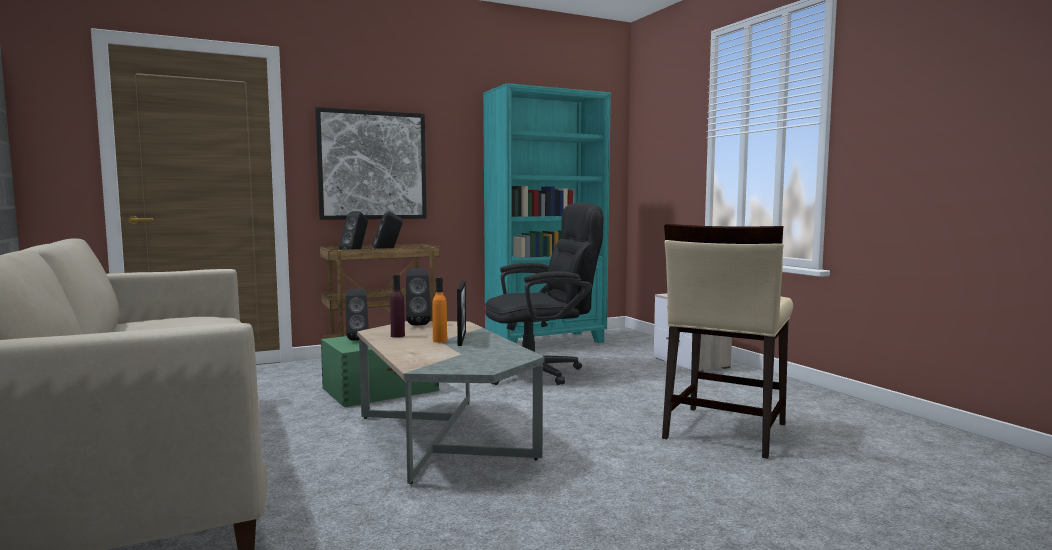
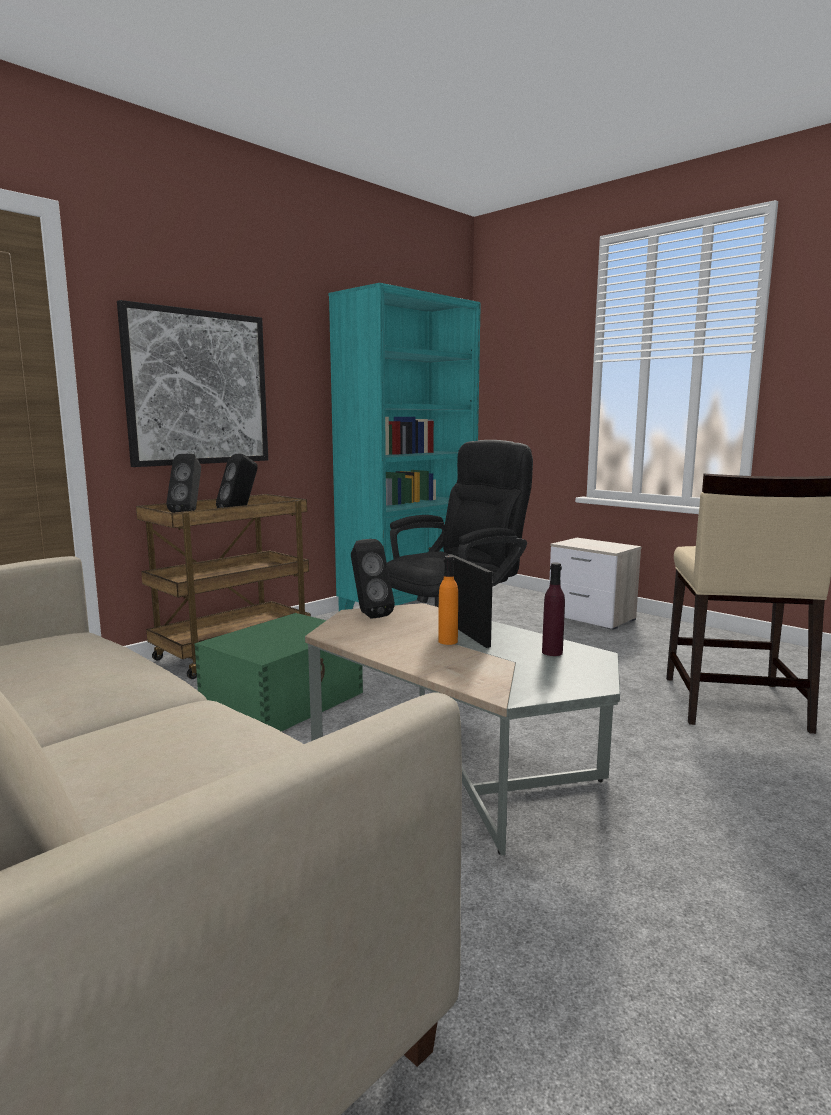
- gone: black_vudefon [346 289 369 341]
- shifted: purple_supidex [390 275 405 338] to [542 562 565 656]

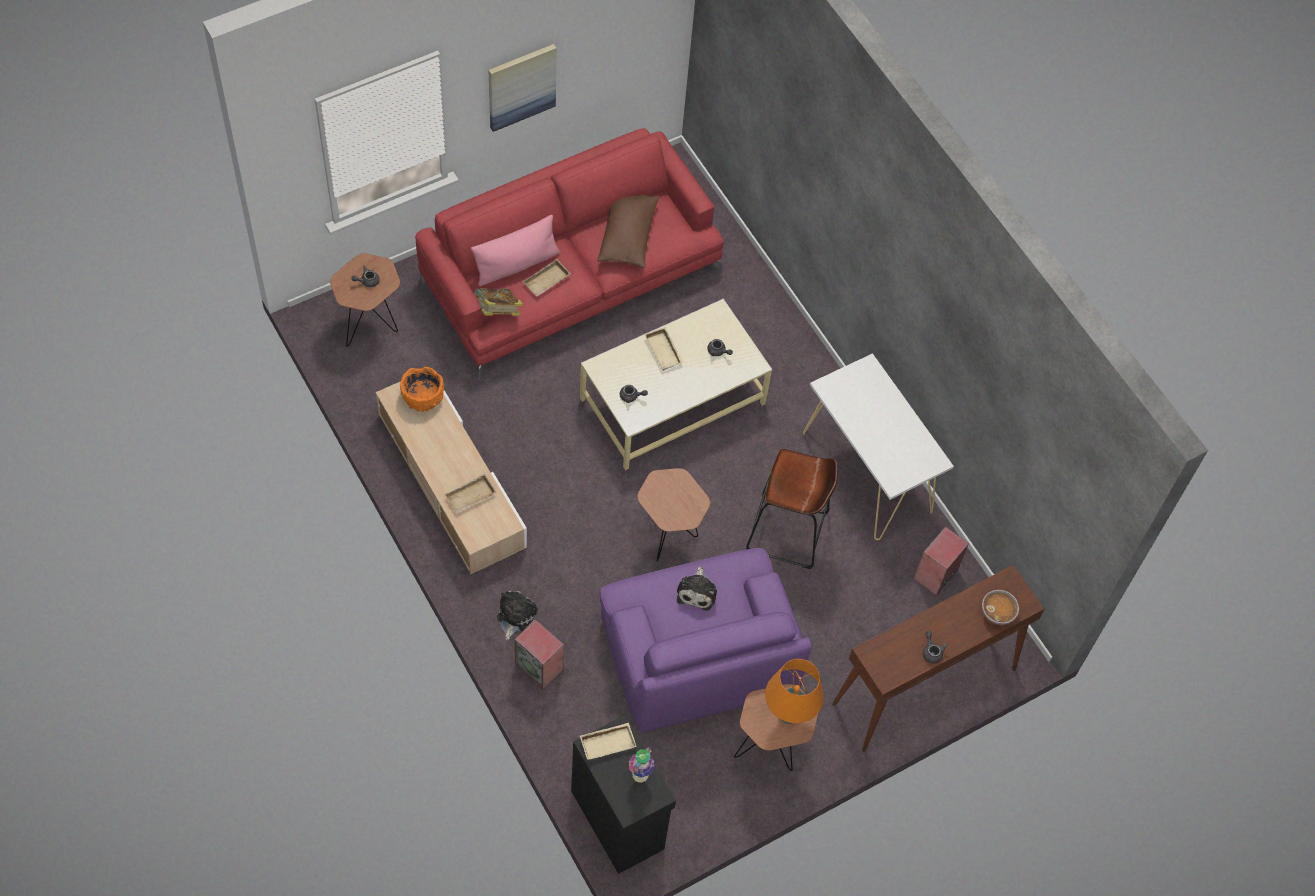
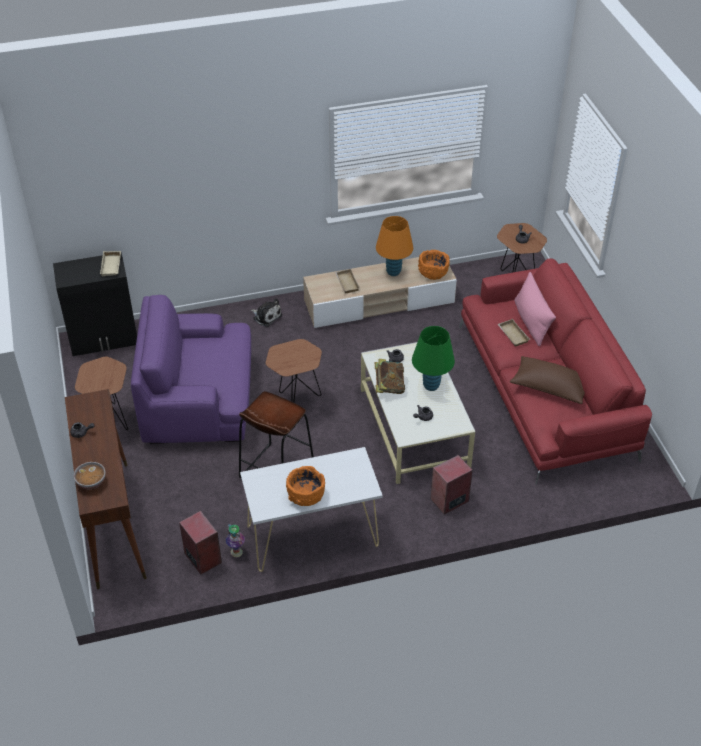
- gone: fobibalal [489 44 557 132]
- gone: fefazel [677 566 717 611]
- new: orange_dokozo [286 466 325 506]
- shifted: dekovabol [474 288 523 316] to [375 359 405 394]
- shifted: vudefon [514 619 564 689] to [431 455 473 514]
- shifted: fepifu [629 747 655 783] to [226 524 245 557]
- shifted: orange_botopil [765 659 824 724] to [376 216 413 276]
- swapped: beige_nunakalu [644 327 683 371] to green_botopil [412 326 455 391]

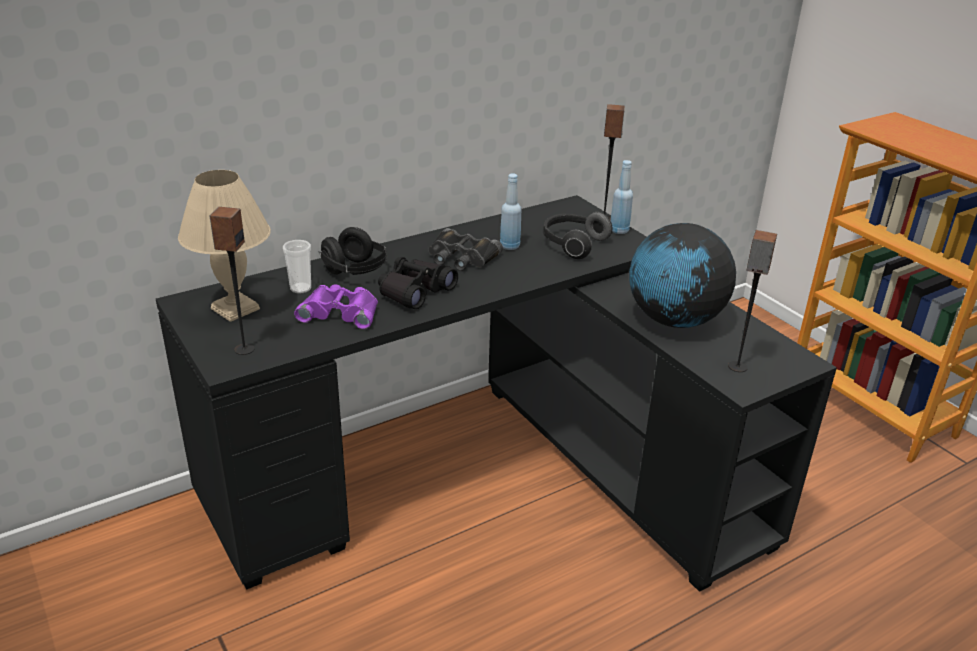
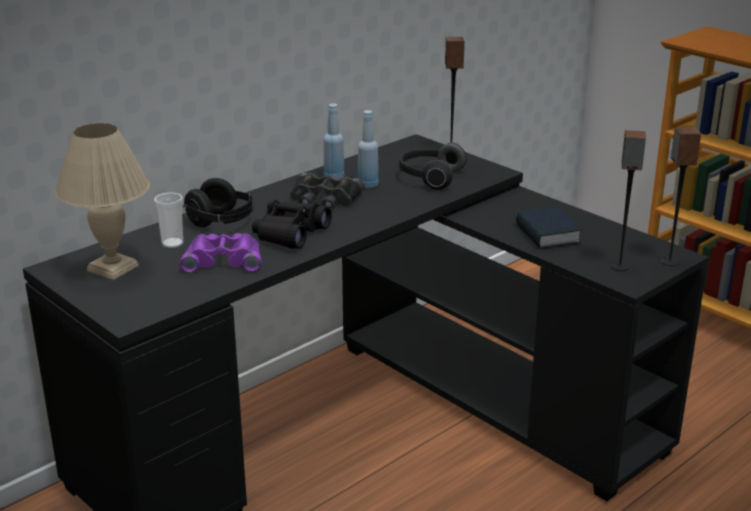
- shifted: vudefon [209 207 255 355] to [661 127 701 266]
- shifted: blue_supidex [611 160 633 234] to [324 103 344 180]
- swapped: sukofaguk [629 223 736 328] to dekovabol [516 207 582 249]

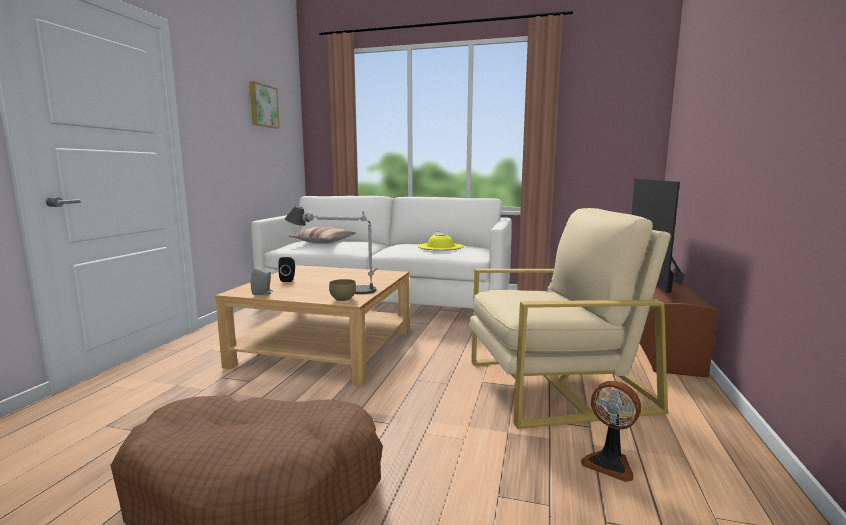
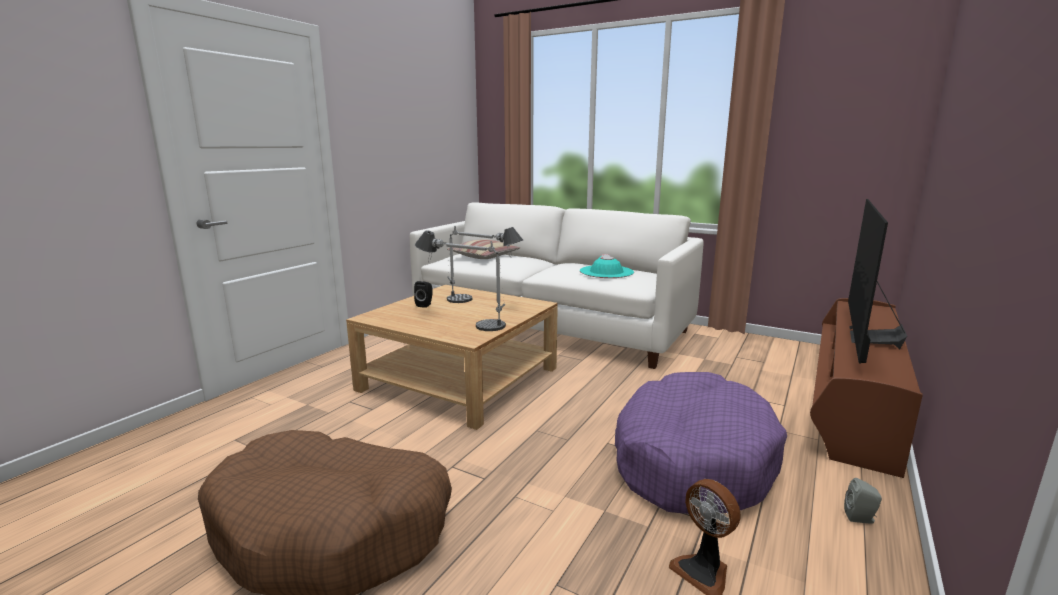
- gone: fobibalal [250 81 280 128]
- gone: brown_dokozo [329 279 356 301]
- new: botopil [447 226 523 303]
- shifted: grey_vudefon [250 266 272 295] to [844 478 882 524]
- swapped: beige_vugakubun [469 208 671 429] to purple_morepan [615 372 787 514]
- repainted: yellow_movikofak [417 232 464 251] to turquoise_movikofak [580 254 634 278]

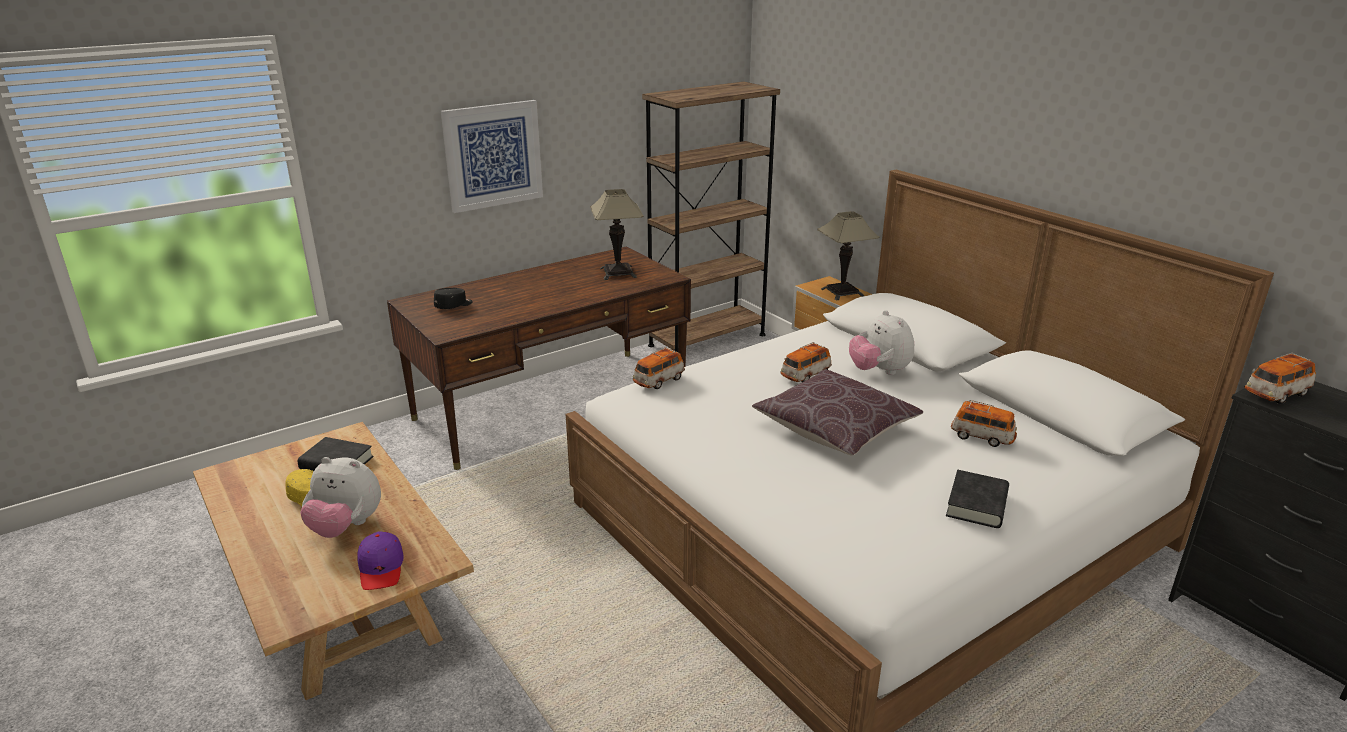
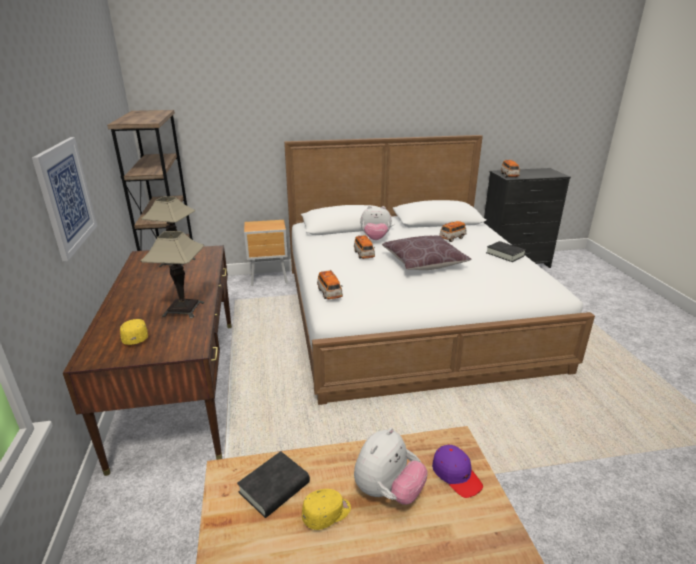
- shifted: botopil [817 211 879 301] to [141 231 204 318]
- repainted: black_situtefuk [434 288 472 309] to yellow_situtefuk [120 319 148 345]
- rotated: purple_situtefuk [357 531 403 590] = [432 444 483 498] 45 degrees clockwise

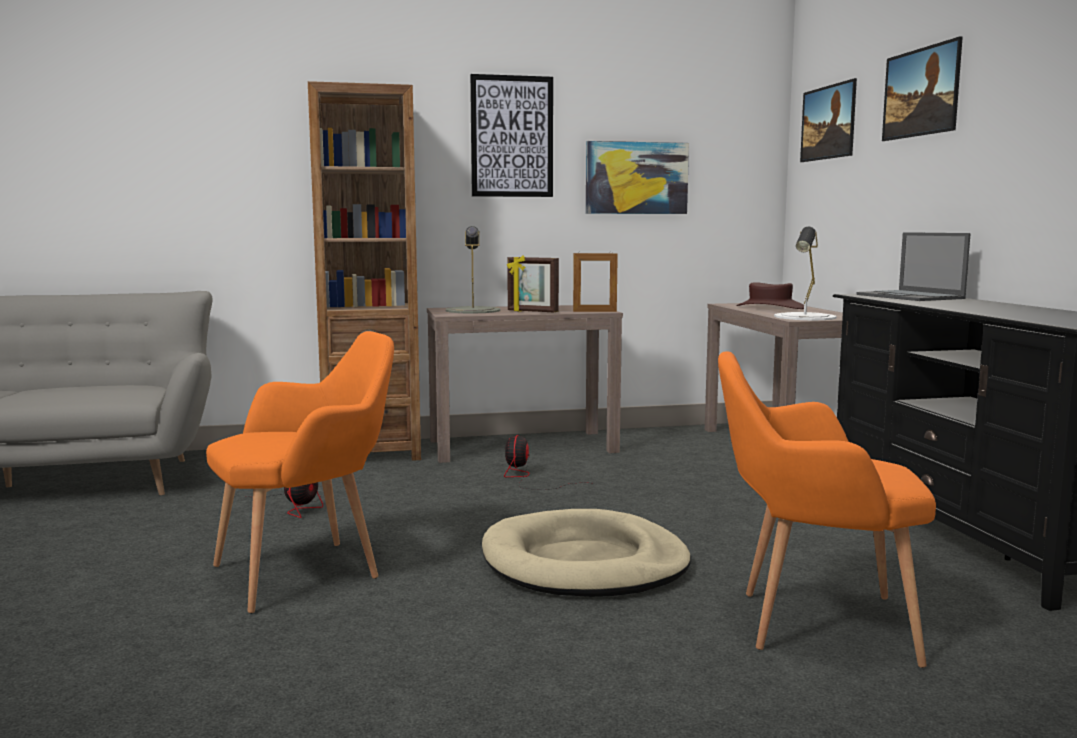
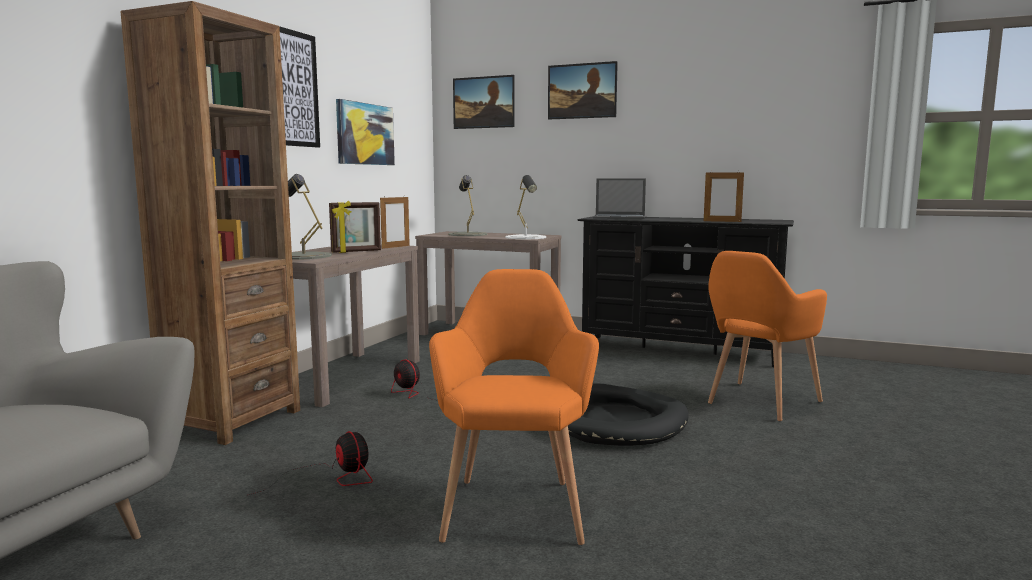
- new: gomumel [704 171 744 222]
- swapped: brown_movikofak [736 282 804 309] to grey_botopil [448 175 487 236]
- repainted: beige_morepan [482 509 691 597] to black_morepan [568 383 689 446]

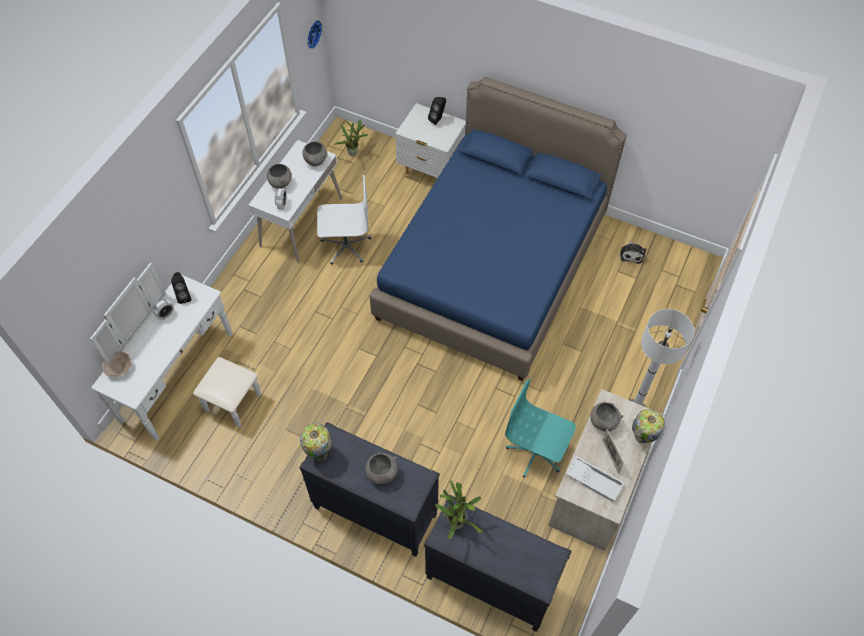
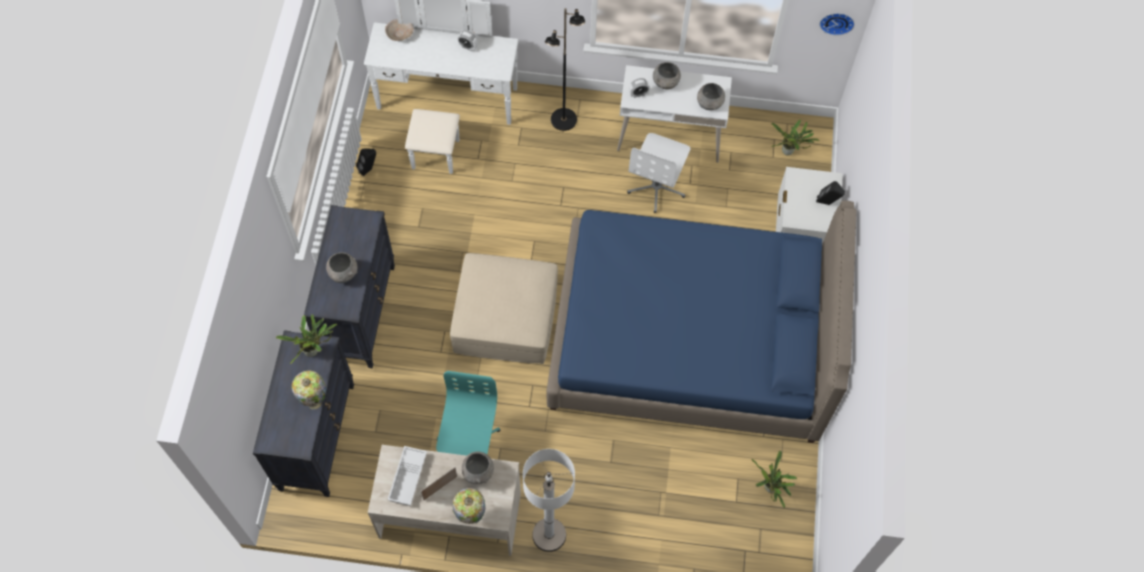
- new: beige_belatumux [450 253 558 364]
- new: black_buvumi [545 8 585 131]
- shifted: black_vudefon [171 272 191 304] to [356 149 376 176]
- shifted: botopil [300 423 332 461] to [292 371 327 410]
- swapped: fefazel [620 240 646 264] to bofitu [751 450 797 508]
- rotated: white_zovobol [317 175 371 264] = [627 133 691 213] 45 degrees clockwise

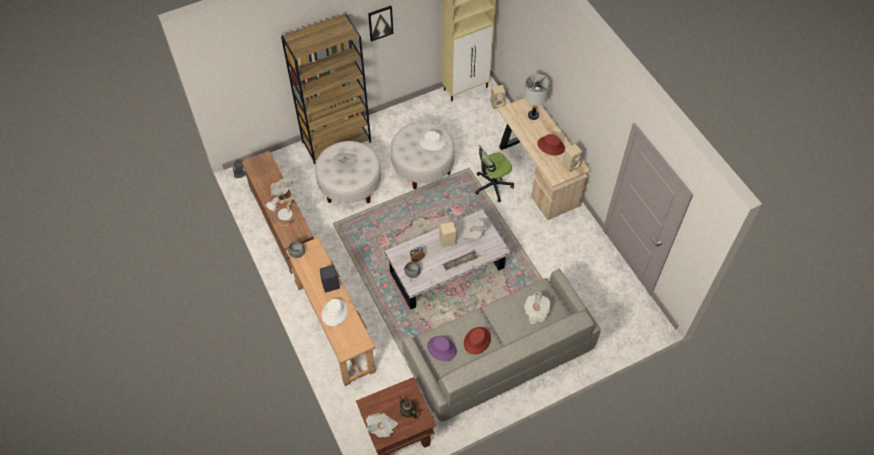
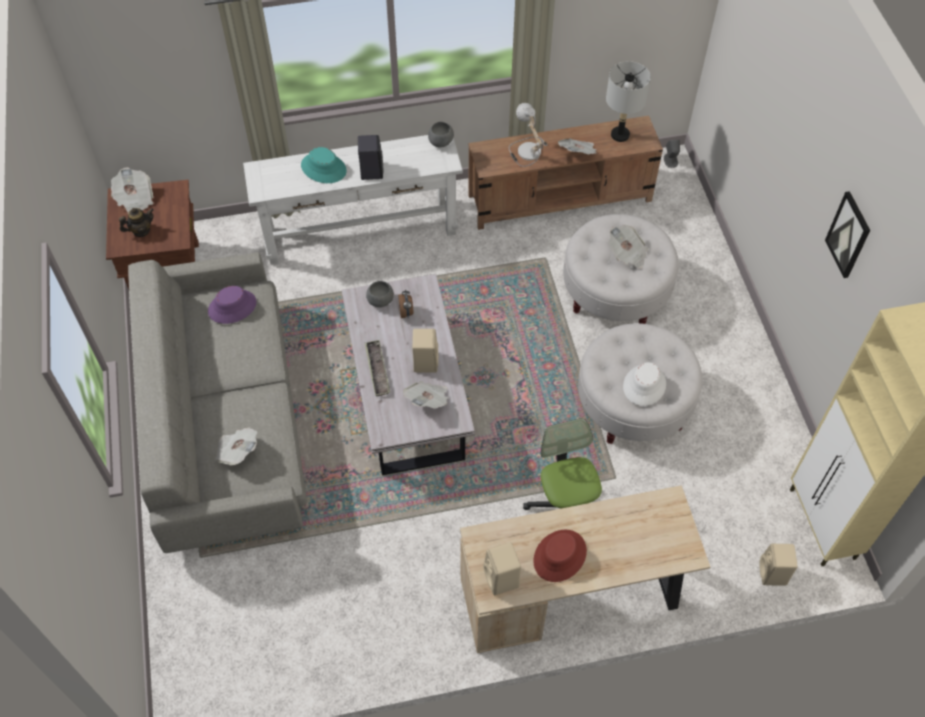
- gone: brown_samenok [281 14 371 164]
- gone: red_movikofak [464 327 491 355]
- shifted: grey_botopil [524 74 550 120] to [606 61 651 142]
- repainted: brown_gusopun [286 237 376 386] to white_gusopun [243 135 463 265]
- repainted: white_movikofak [322 298 348 326] to turquoise_movikofak [301 147 347 183]

